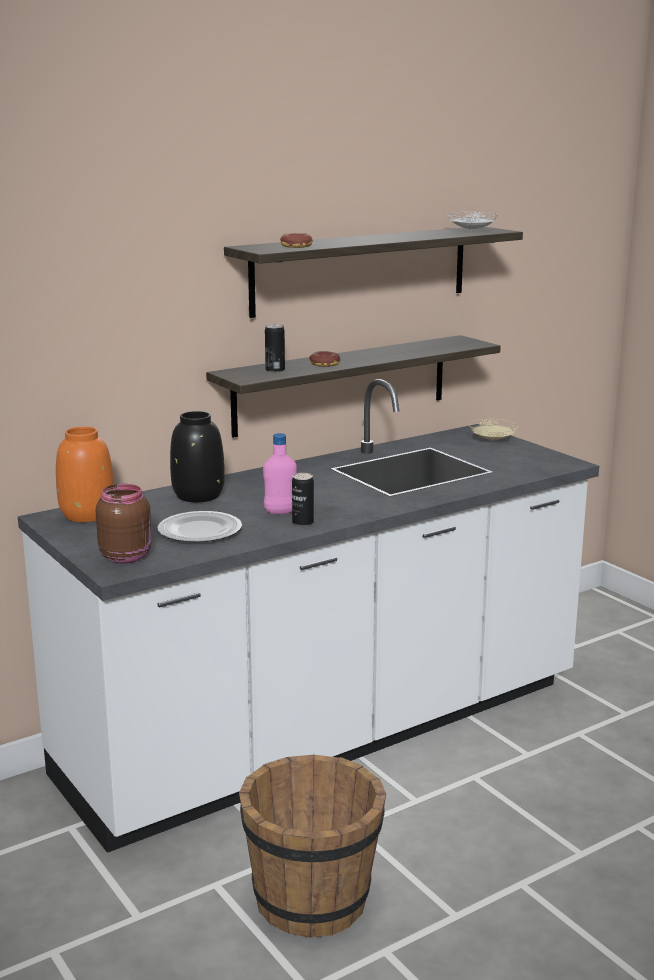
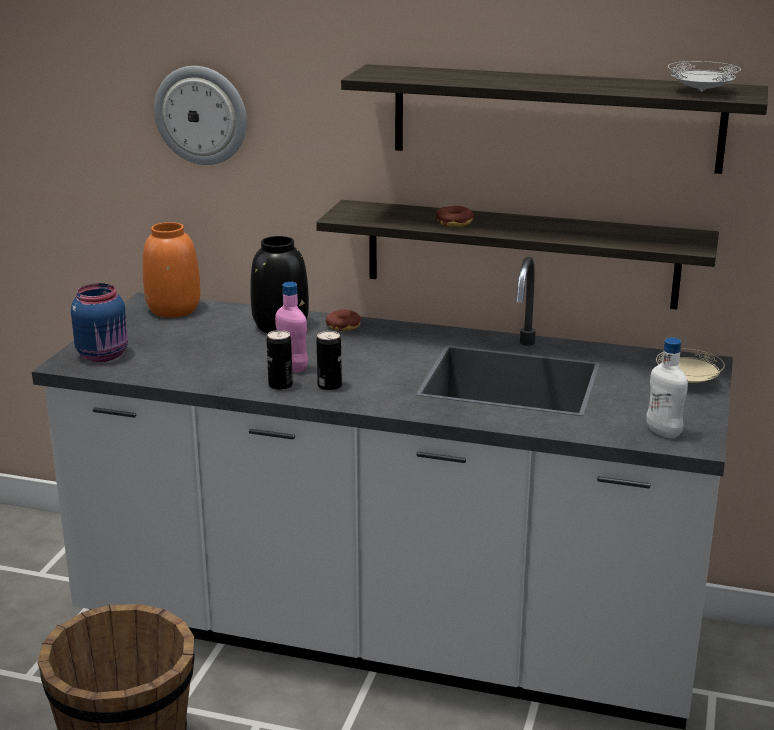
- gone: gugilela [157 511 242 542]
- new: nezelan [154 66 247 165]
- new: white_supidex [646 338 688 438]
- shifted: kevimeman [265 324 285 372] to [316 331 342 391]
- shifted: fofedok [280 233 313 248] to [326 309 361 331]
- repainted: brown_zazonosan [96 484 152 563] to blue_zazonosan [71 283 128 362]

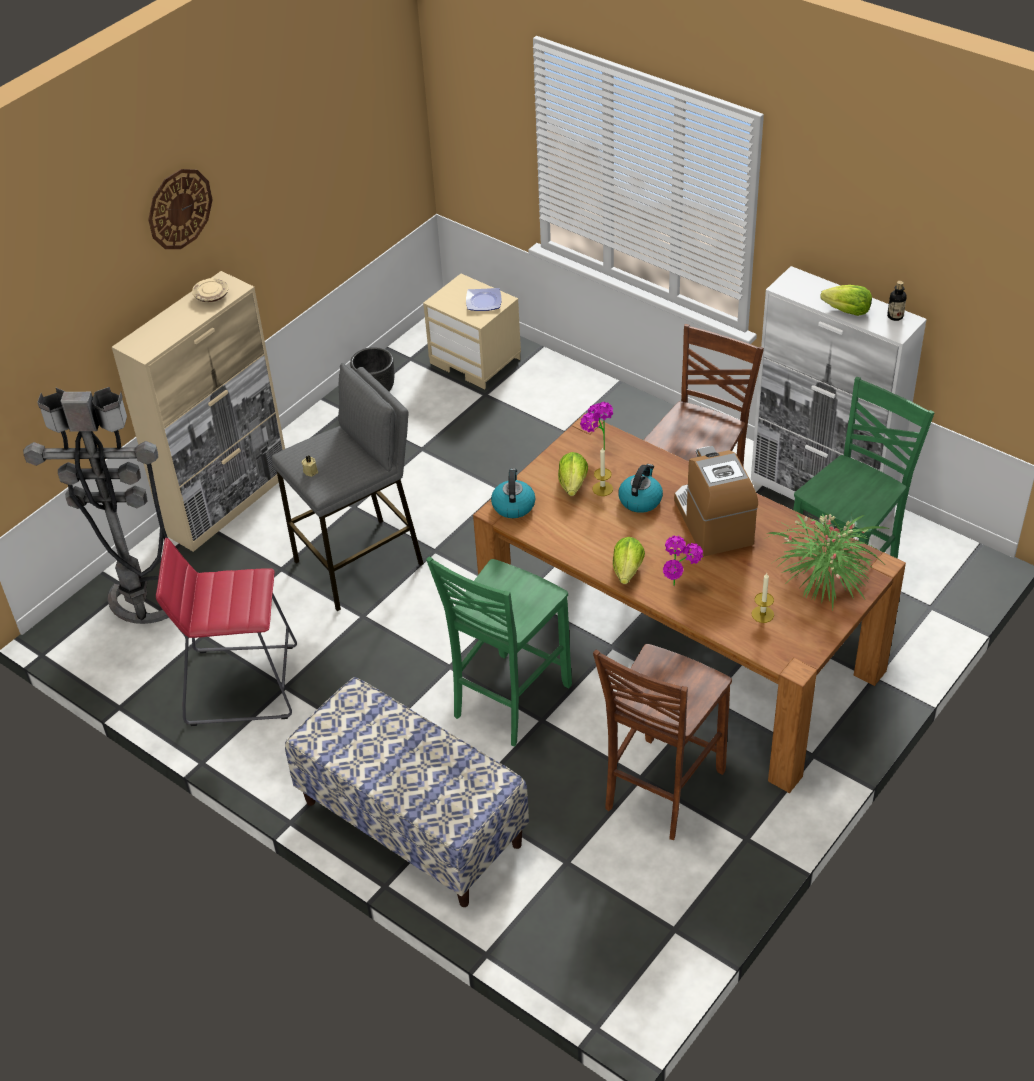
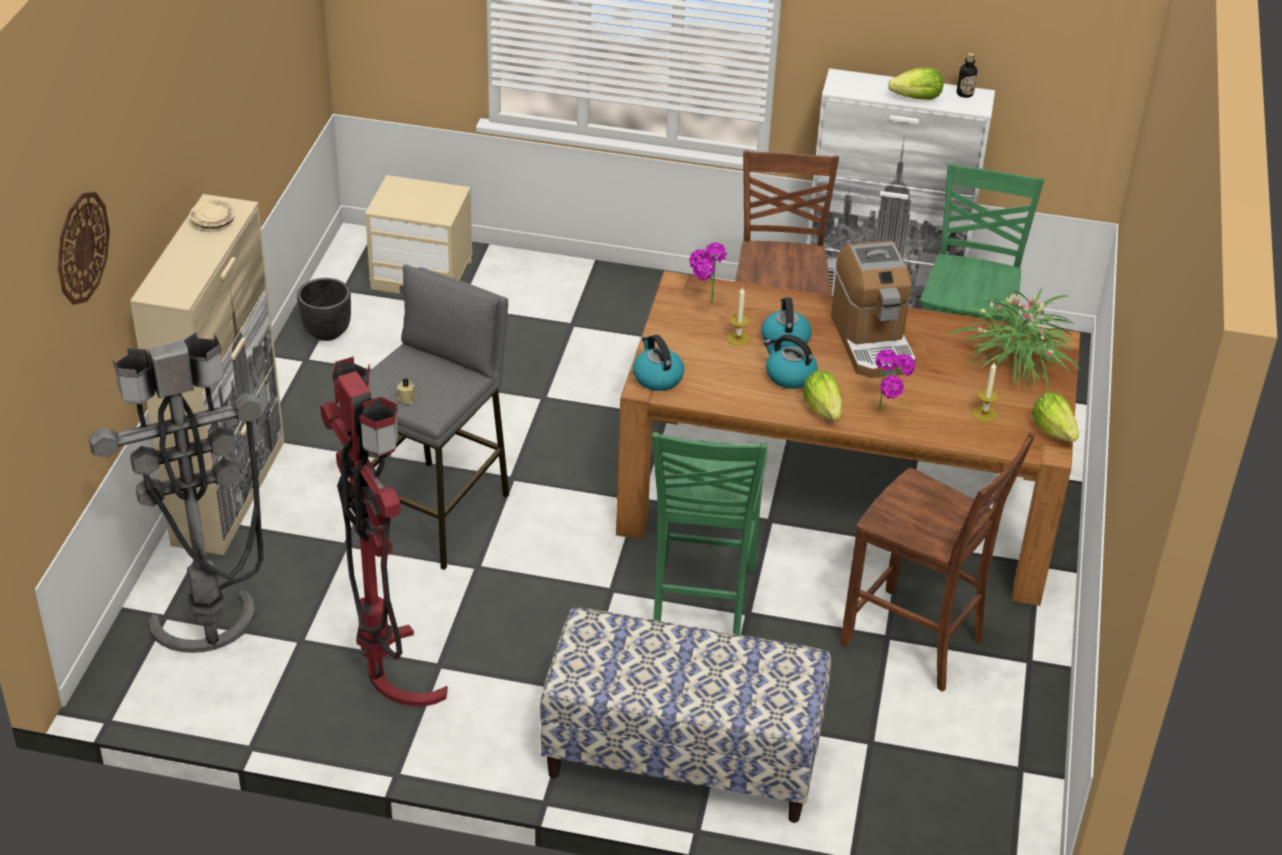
- gone: gugilela [466 288 501 311]
- new: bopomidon [764 334 817 389]
- shifted: nezelan [148 169 213 249] to [58 192 110 305]
- shifted: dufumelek [558 452 588 496] to [1032 392 1079 442]
- swapped: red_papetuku [156 538 297 726] to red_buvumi [320 357 447 706]
- rotated: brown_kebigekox [593 644 732 840] = [841 431 1036 691] 60 degrees counterclockwise
- rotated: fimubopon [674 446 758 557] = [831 241 916 378] 150 degrees counterclockwise

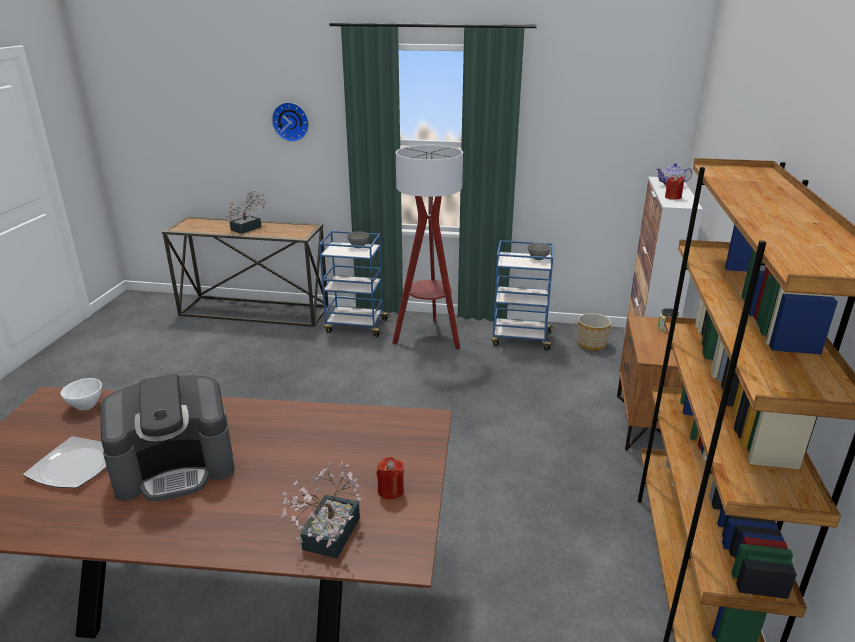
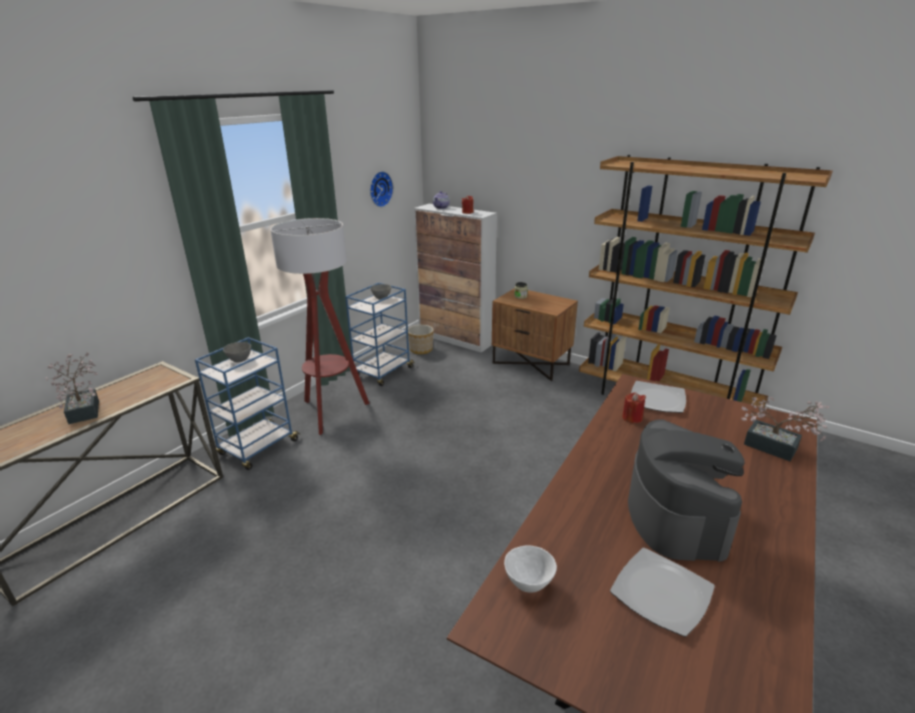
- new: gugilela [631 381 686 413]
- shifted: nezelan [272 102 309 142] to [370 171 393 207]
- shifted: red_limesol [377 457 404 499] to [622 392 646 423]

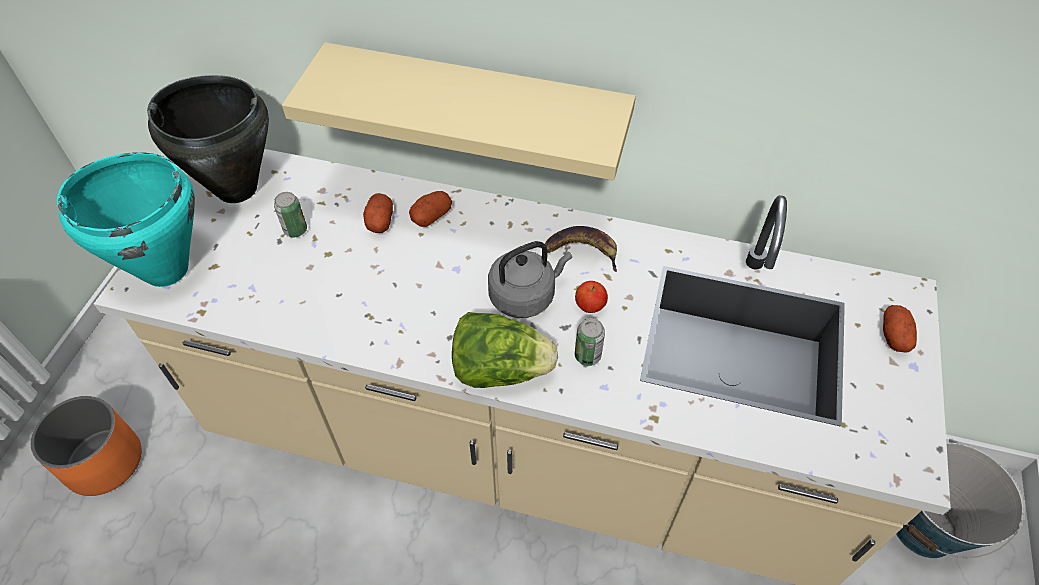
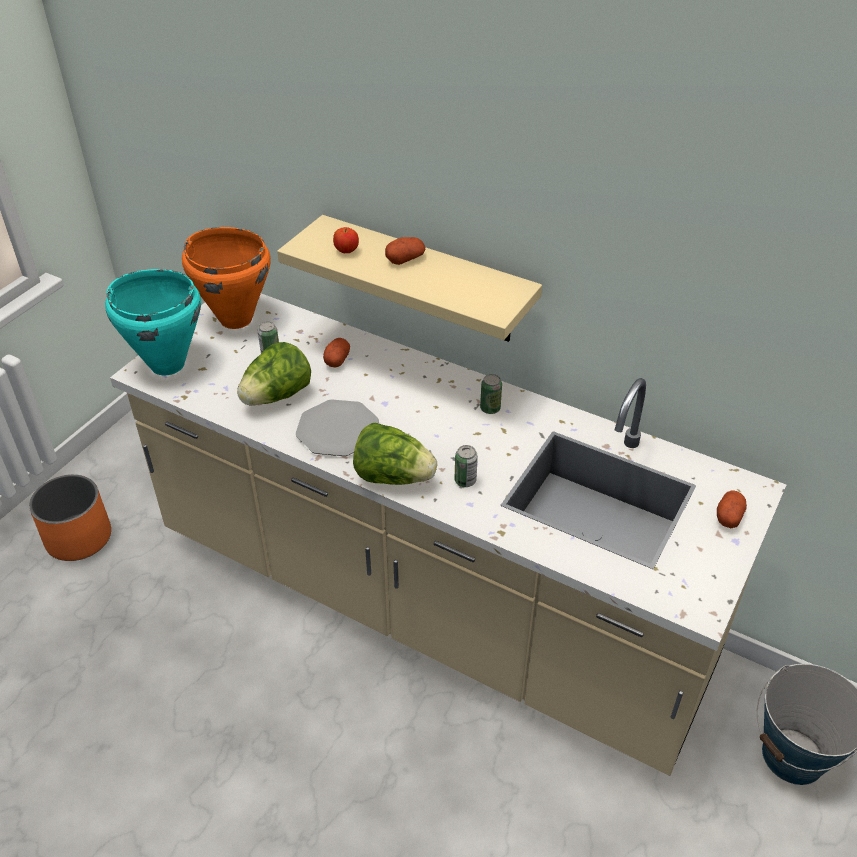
- gone: grey_bopomidon [488 241 572 318]
- new: dufumelek [237 342 311 406]
- new: gugilela [296 399 379 456]
- shifted: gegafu [409 191 452 227] to [385 237 426 265]
- shifted: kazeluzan [575 281 608 313] to [333 227 359 253]
- swapped: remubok [545 226 617 272] to kevimeman [480 374 502 414]
- repainted: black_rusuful [147 75 269 203] to orange_rusuful [182 227 271 329]

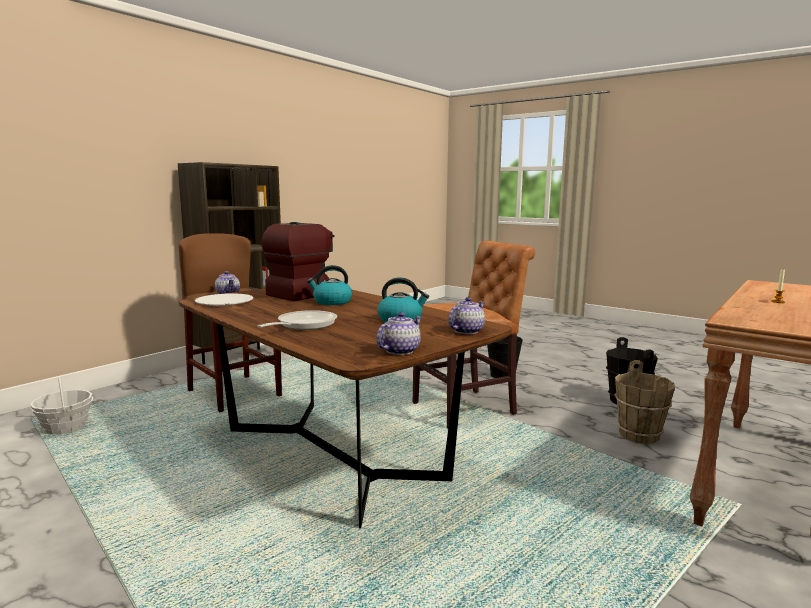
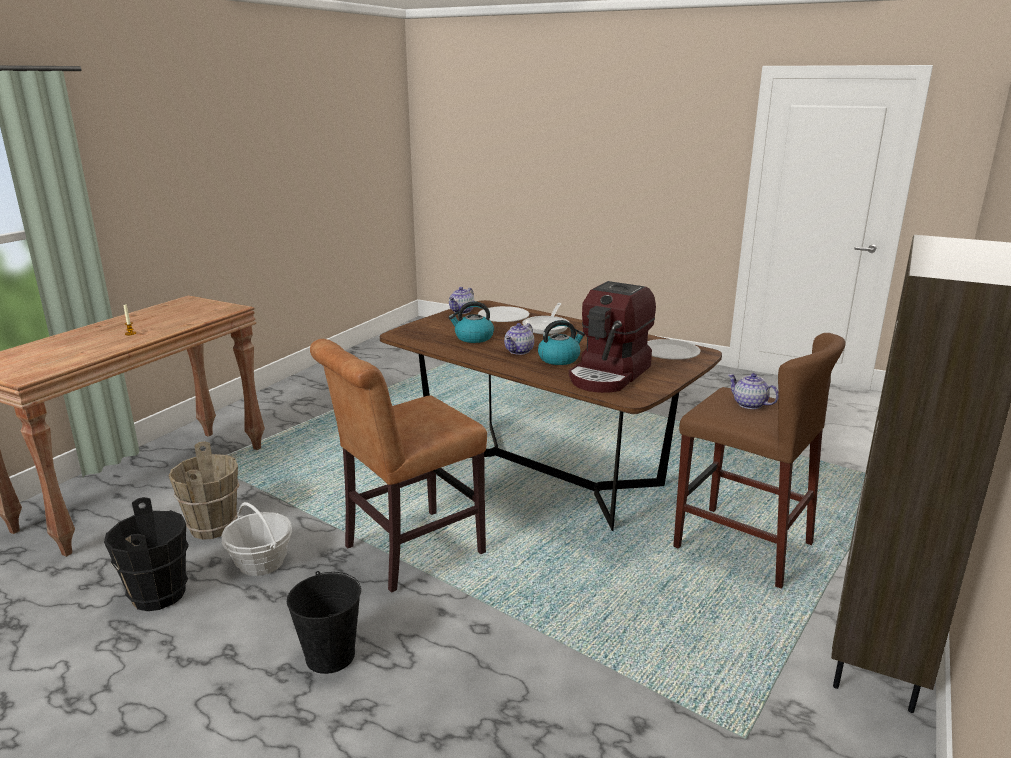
- new: white_gugilela [478 306 529 322]
- shifted: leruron [30 377 93 434] to [221 502 292 576]
- shifted: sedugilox [448 297 485 334] to [504 323 534 355]

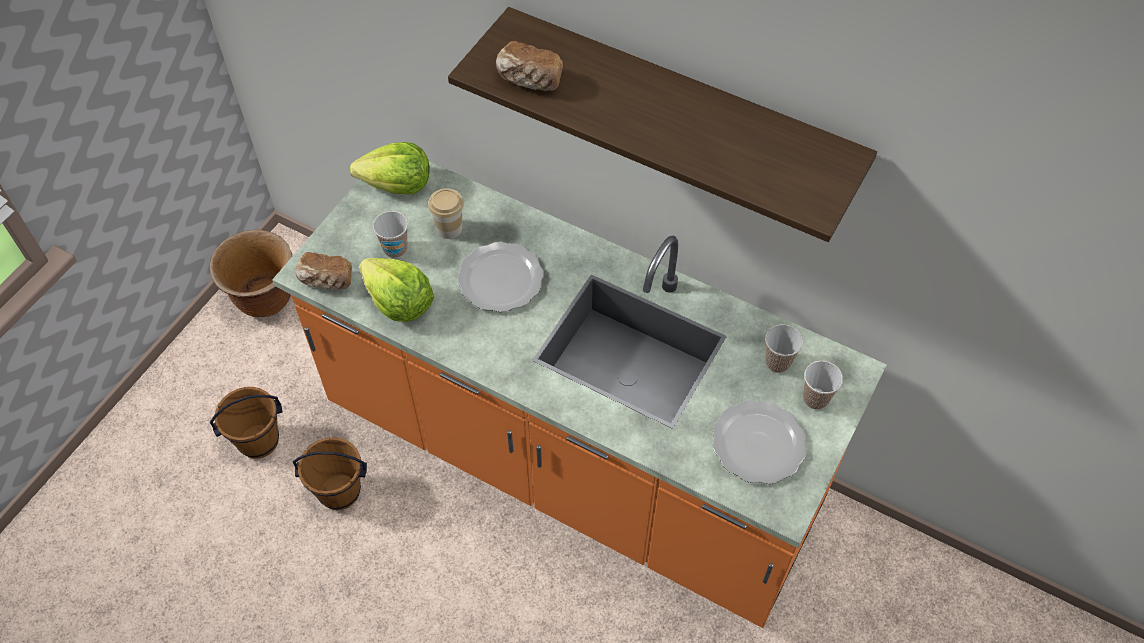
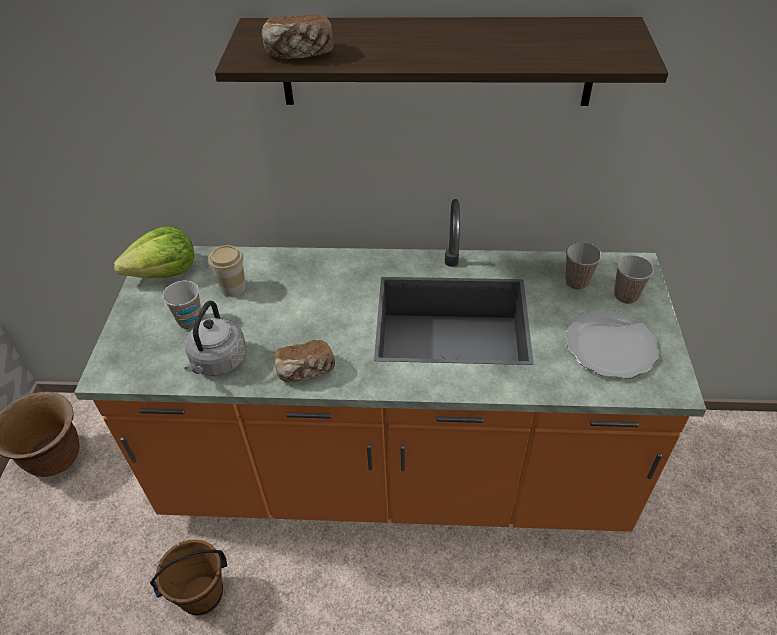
- gone: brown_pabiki [210 387 282 459]
- gone: gugilela [457 242 544 312]
- shifted: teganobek [295 252 352 290] to [275 340 335 382]
- swapped: dufumelek [359 258 434 322] to grey_bopomidon [184 301 247 376]

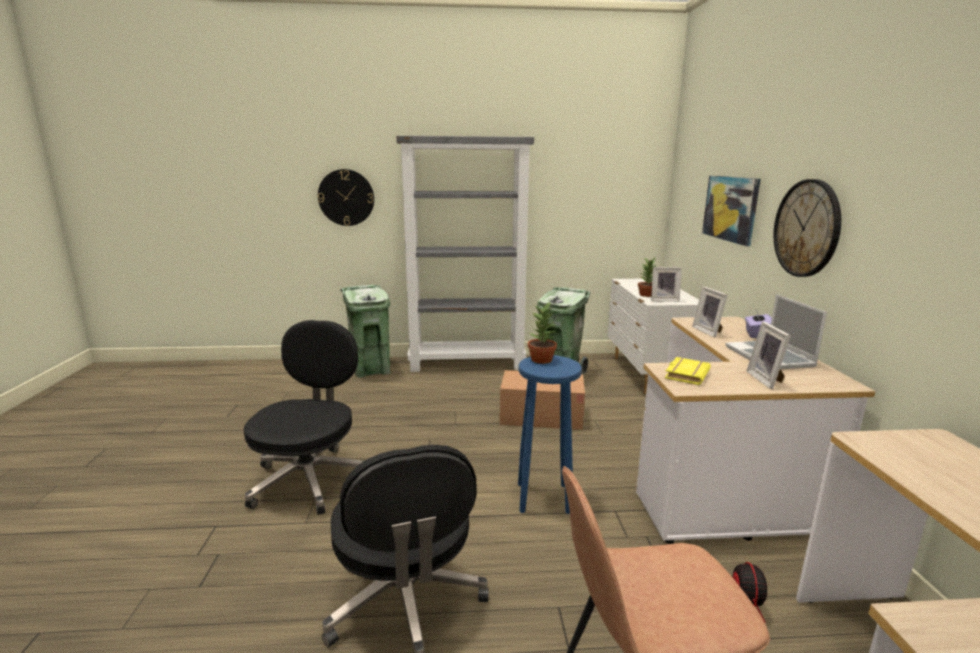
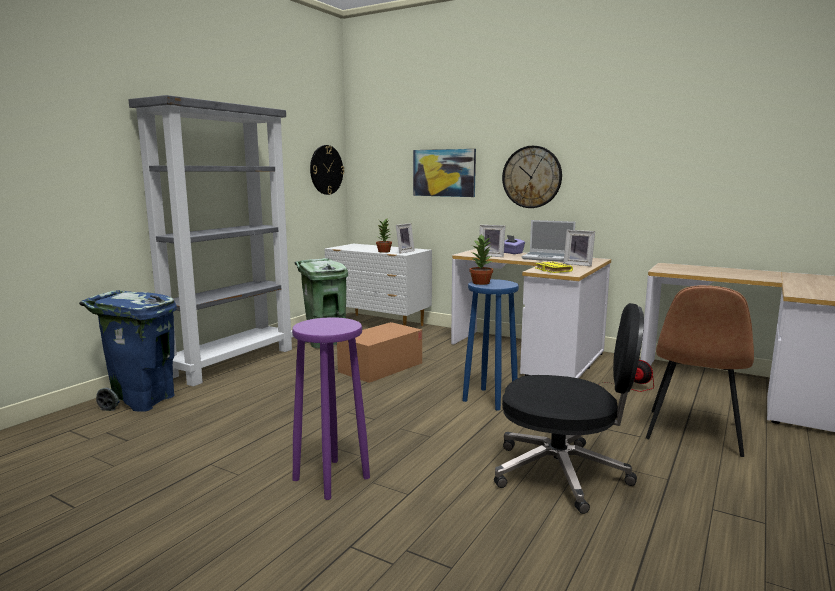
- shifted: nezelan [318 169 374 226] to [310 145 344 195]
- swapped: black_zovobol [244 320 364 515] to purple_papetuku [292 317 370 500]
- repainted: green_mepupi [341 285 391 378] to blue_mepupi [79 290 177 412]

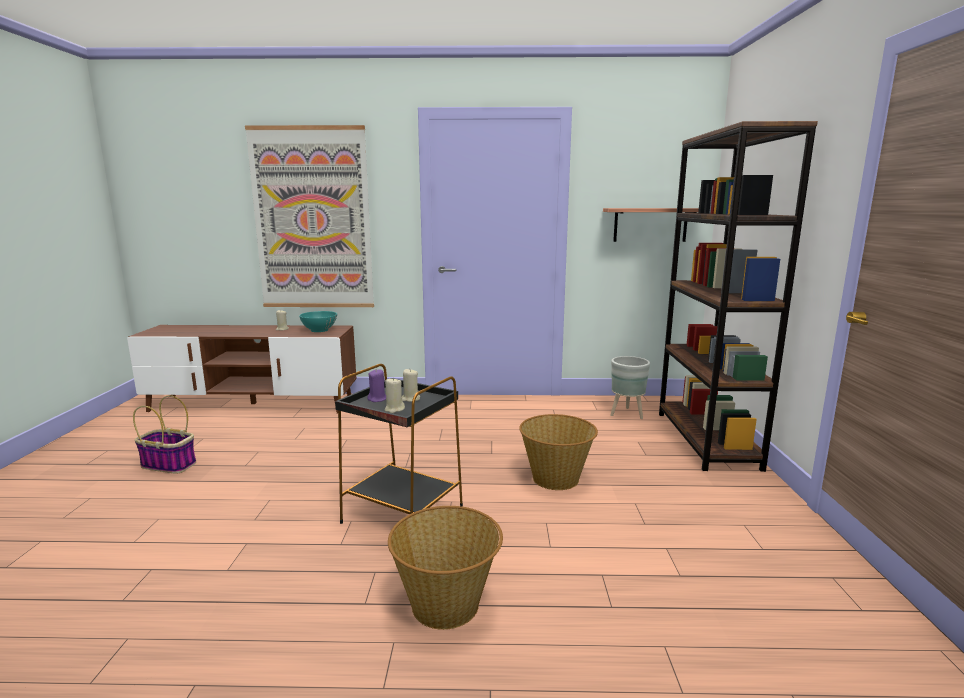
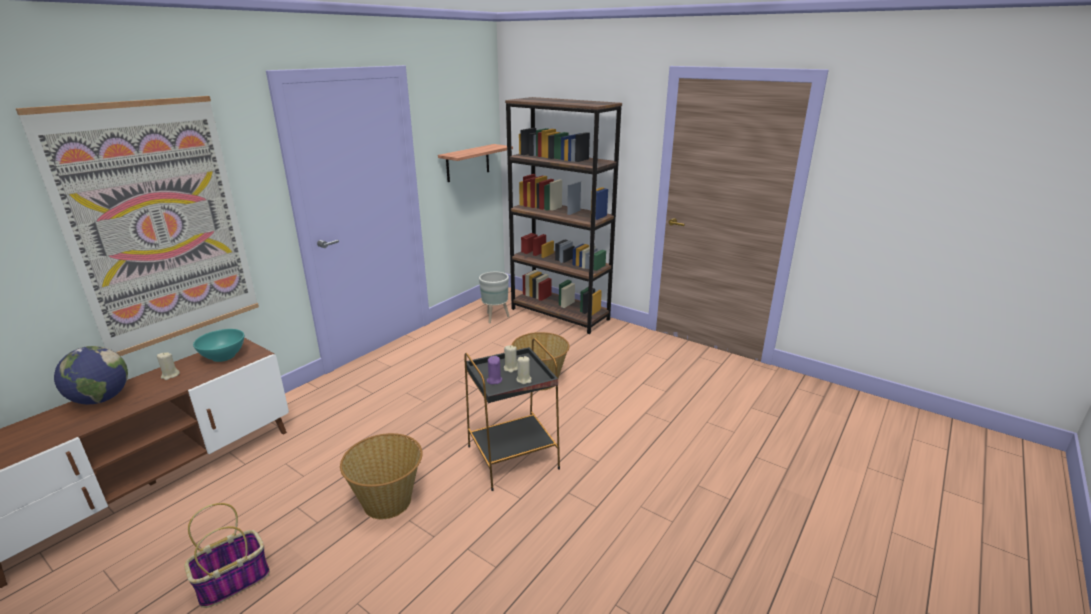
- new: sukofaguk [54 346 128 404]
- shifted: leruron [388 506 503 630] to [340 433 423 519]

